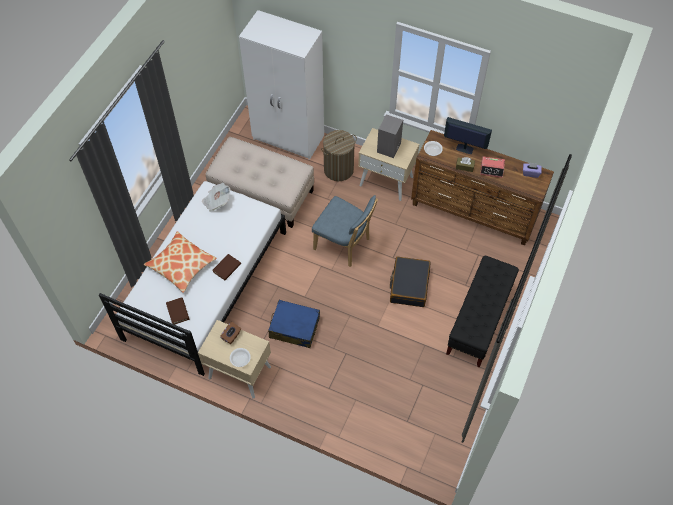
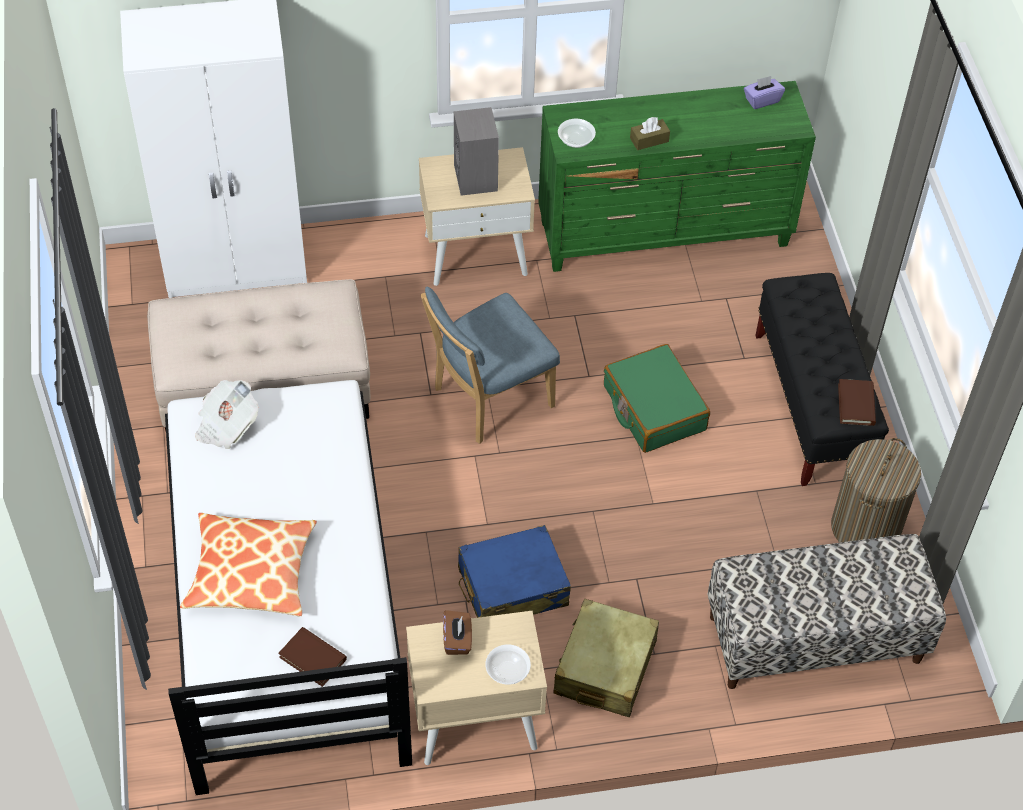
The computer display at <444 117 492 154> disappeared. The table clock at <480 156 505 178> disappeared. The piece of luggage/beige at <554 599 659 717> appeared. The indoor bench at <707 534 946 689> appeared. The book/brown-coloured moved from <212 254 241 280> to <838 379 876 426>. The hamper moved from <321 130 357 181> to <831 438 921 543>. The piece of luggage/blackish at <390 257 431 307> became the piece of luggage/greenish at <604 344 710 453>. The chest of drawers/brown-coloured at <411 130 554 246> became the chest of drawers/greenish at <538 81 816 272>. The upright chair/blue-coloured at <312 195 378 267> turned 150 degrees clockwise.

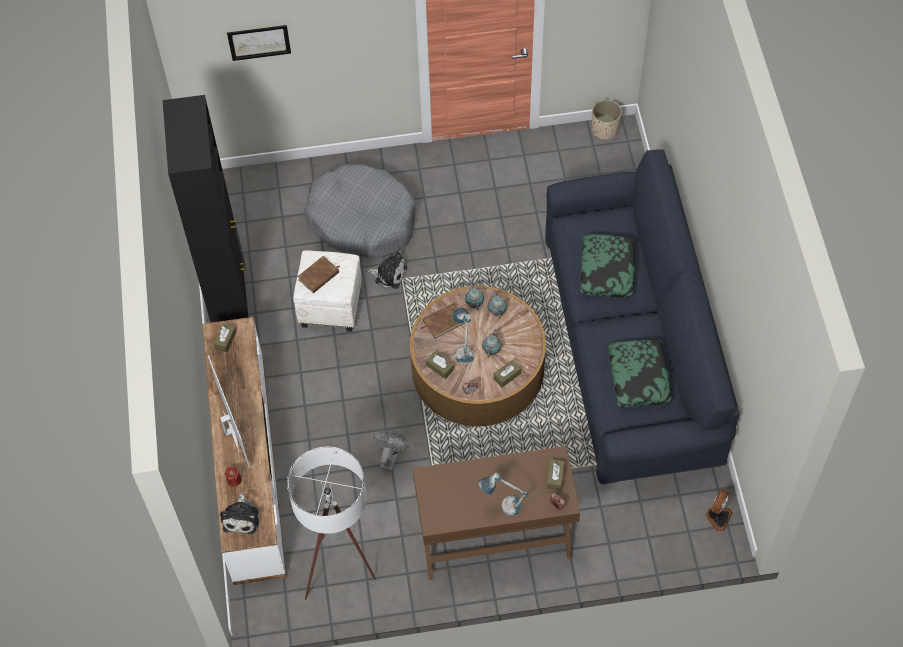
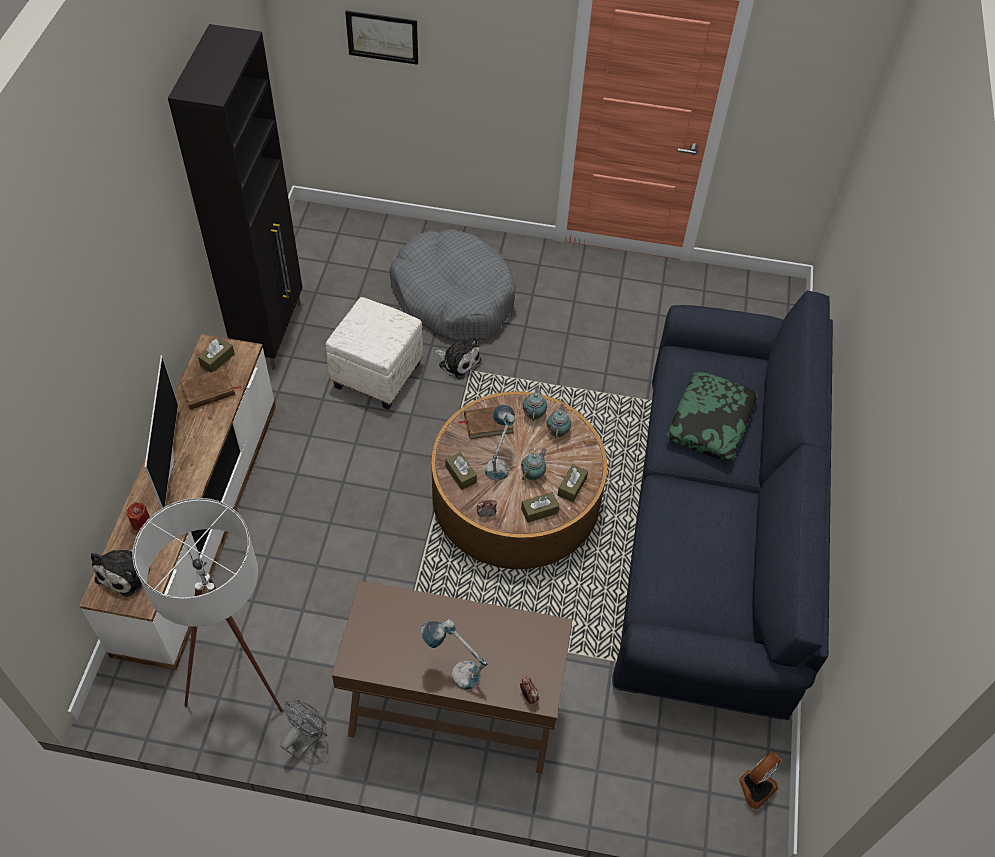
The plant pot/beige at <592 100 622 140> disappeared. The cushion at <608 339 672 407> disappeared. The book/brown-coloured moved from <298 256 340 293> to <180 368 241 410>. The cooling fan/greyish moved from <373 430 409 472> to <280 700 327 760>. The tissue box/brown-coloured moved from <547 459 565 490> to <558 464 588 502>.

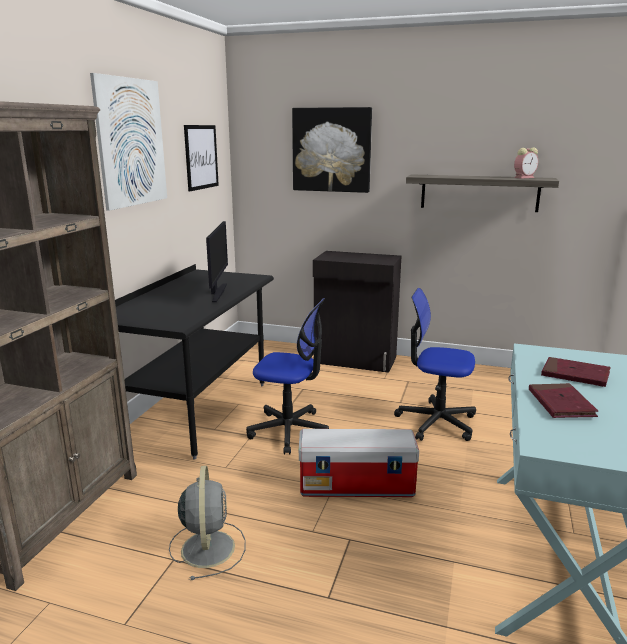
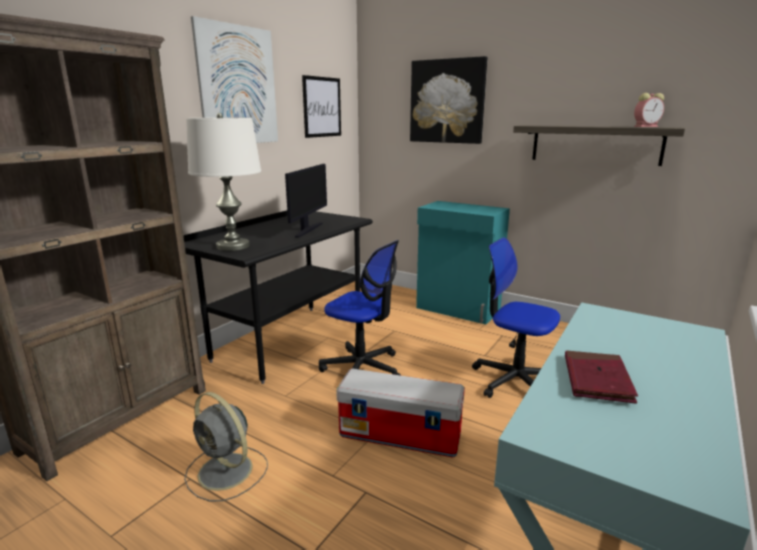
The book/red-coloured at <541 357 611 387> disappeared. The lamp for a table/white-coloured at <186 113 261 251> appeared. The storage cabinet/blackish at <313 251 401 373> became the storage cabinet/turquoise-coloured at <416 201 510 325>. The cooling fan/greyish at <169 466 245 580> turned 120 degrees clockwise.

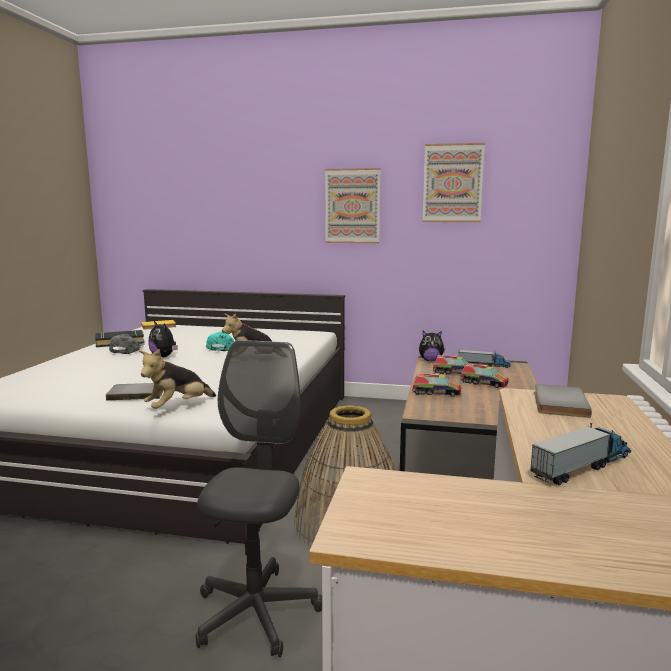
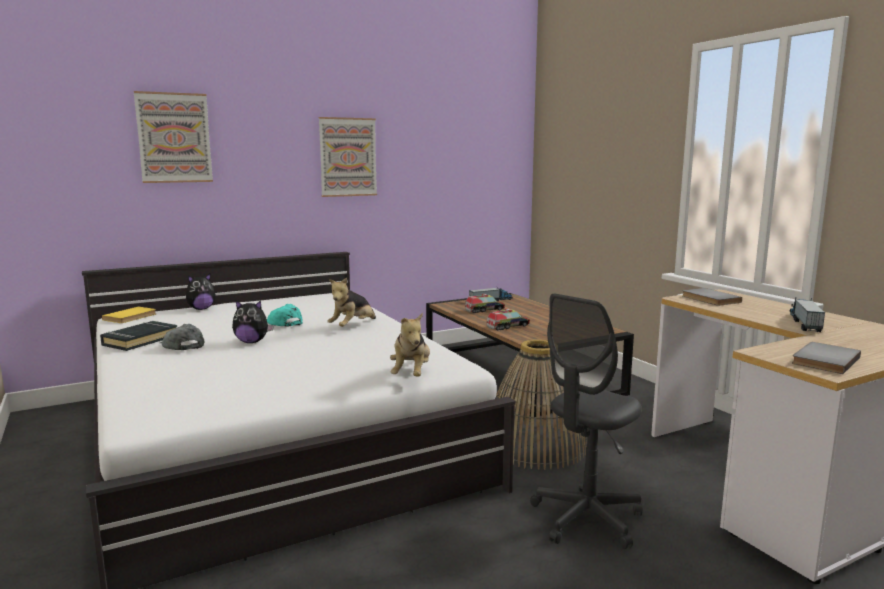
The model truck at <461 364 509 388> disappeared. The book/greyish moved from <106 383 164 400> to <792 342 861 374>. The plush toy moved from <419 331 445 361> to <186 274 216 310>. The wall picture moved from <422 143 485 222> to <134 91 213 183>. The desk chair/greyish at <196 340 322 657> turned 105 degrees counterclockwise.

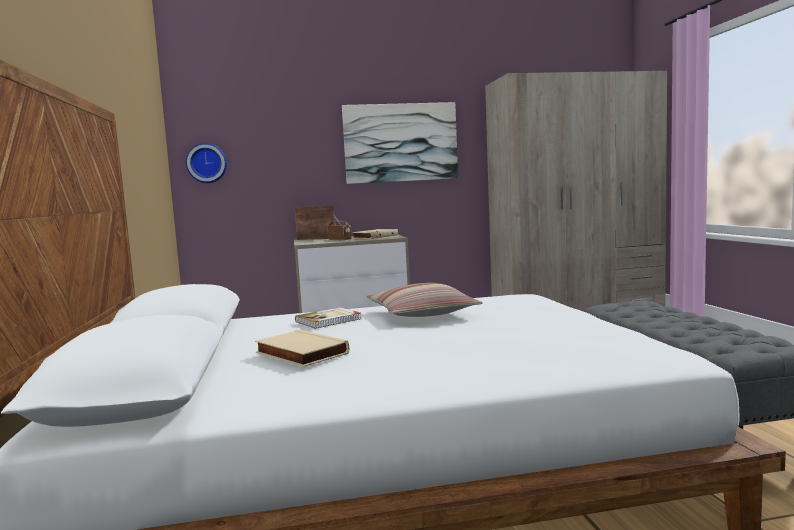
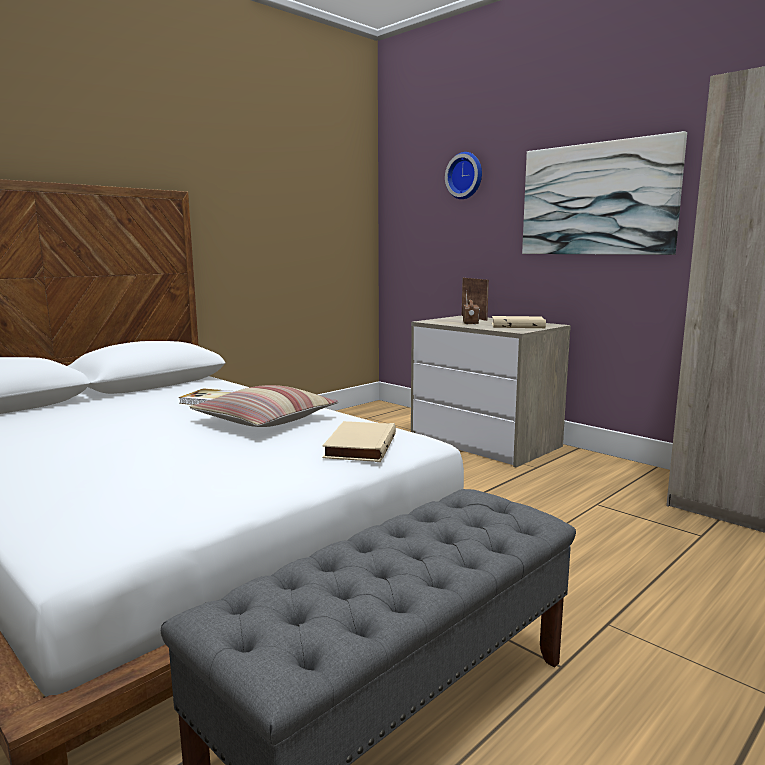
The clock on the wall moved from <186 143 227 183> to <445 152 482 199>. The book/beige moved from <255 329 349 367> to <322 421 396 462>.

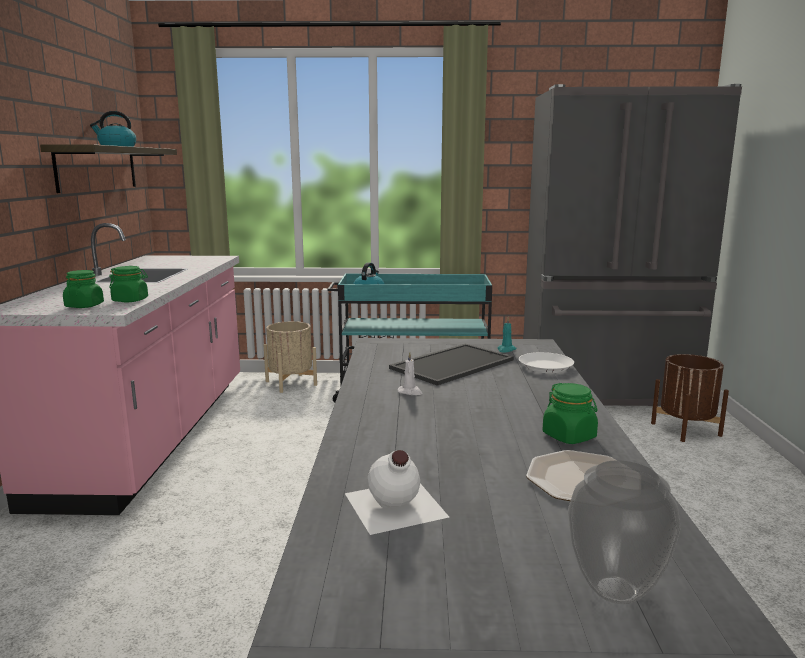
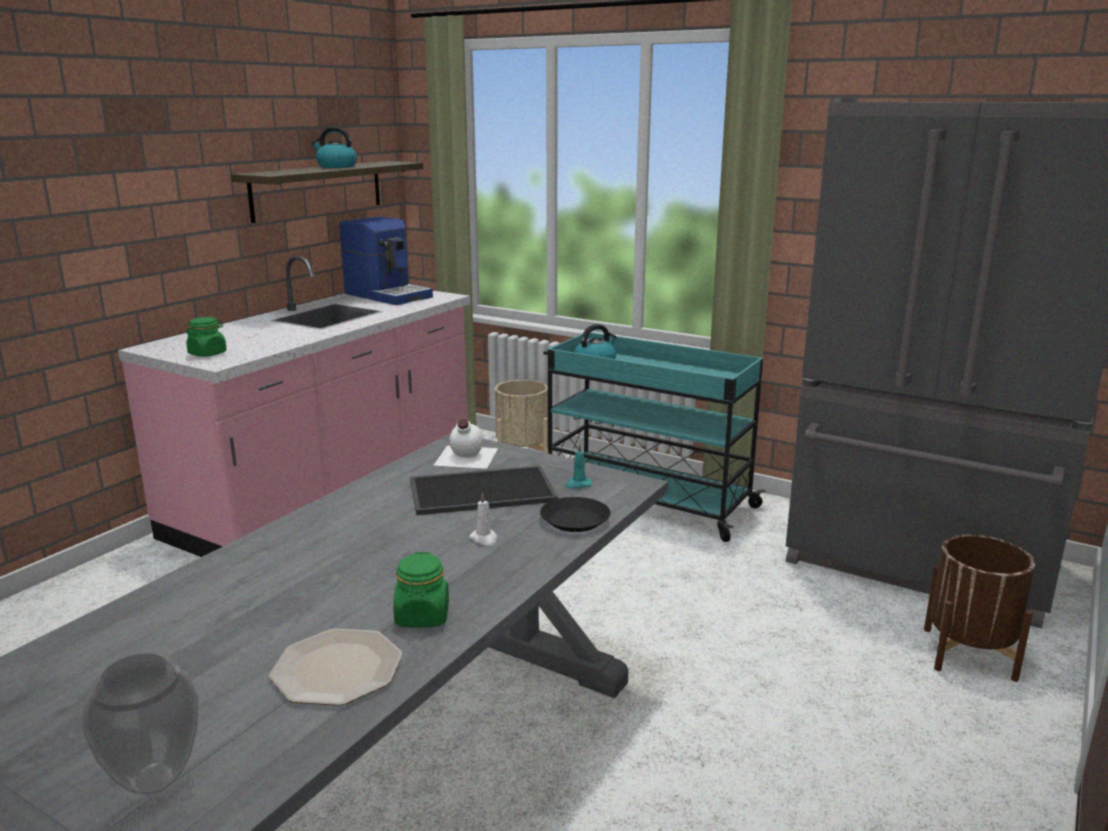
The preserve jar/greenish at <109 266 148 302> disappeared. The coffee maker at <339 217 433 305> appeared. The beverage bottle/white-coloured moved from <345 450 449 535> to <433 419 498 469>. The wax candle/white-coloured moved from <398 352 423 395> to <469 492 497 546>. The plate/white-coloured at <519 352 574 373> became the plate/blackish at <540 497 611 532>.

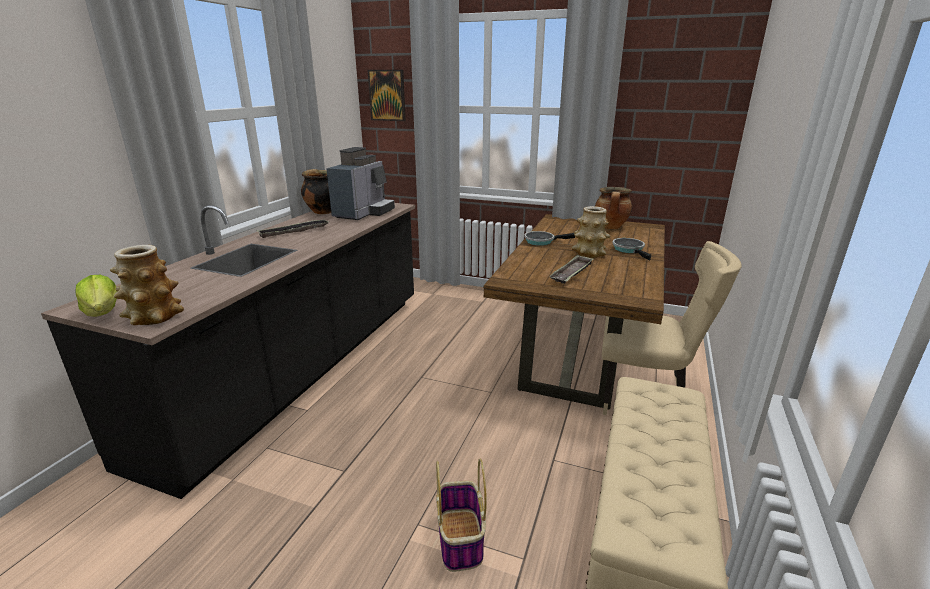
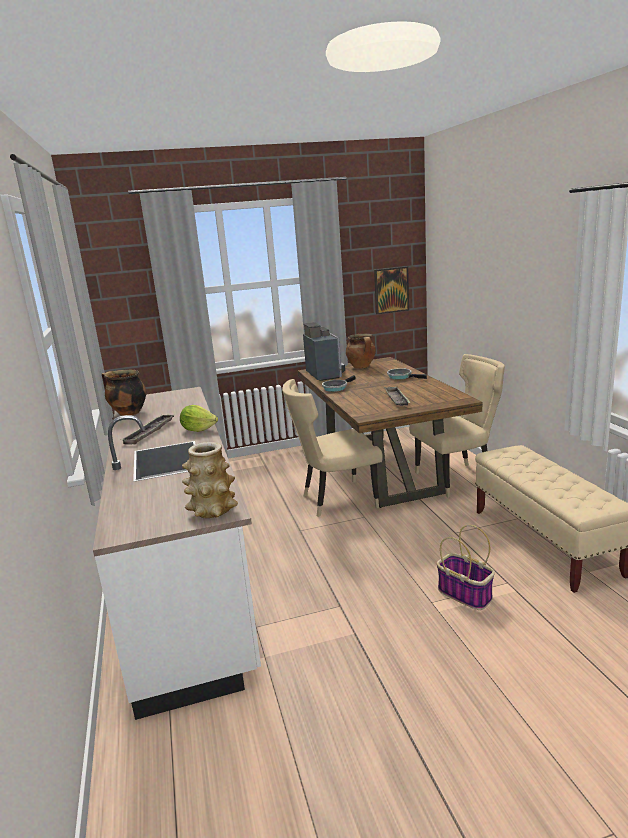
The decorative vase at <572 206 611 258> disappeared. The upright chair/beige at <282 379 383 517> appeared. The lettuce head moved from <75 275 117 317> to <180 405 218 432>. The coffee maker moved from <326 147 395 220> to <303 322 345 381>. The wall picture moved from <367 70 406 121> to <374 266 409 314>. The kitchen base unit/blackish at <41 203 415 499> became the kitchen base unit/white-coloured at <93 387 261 720>.

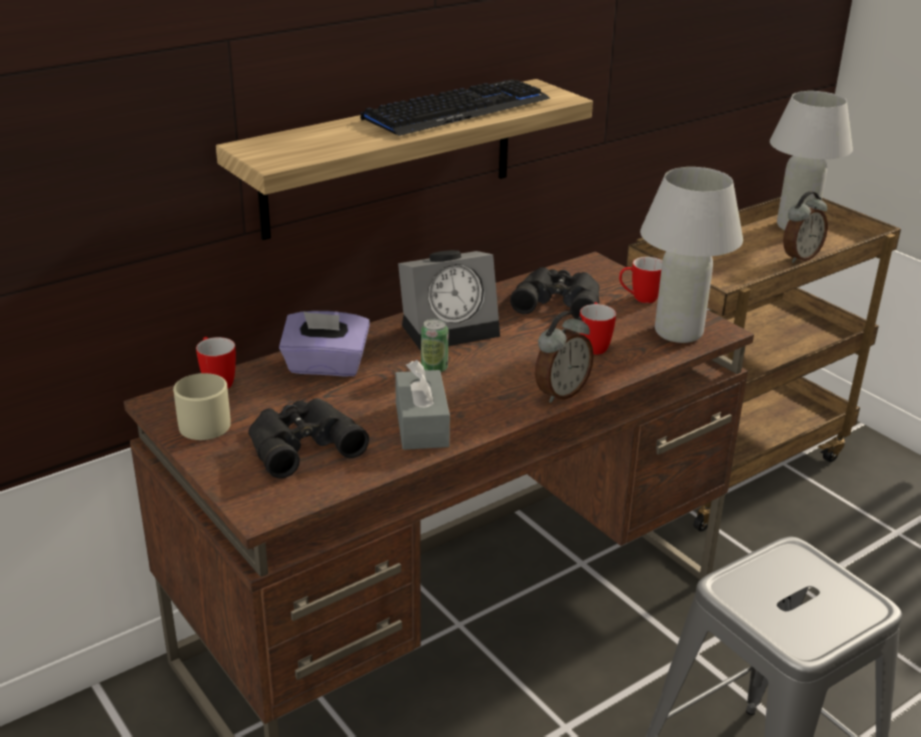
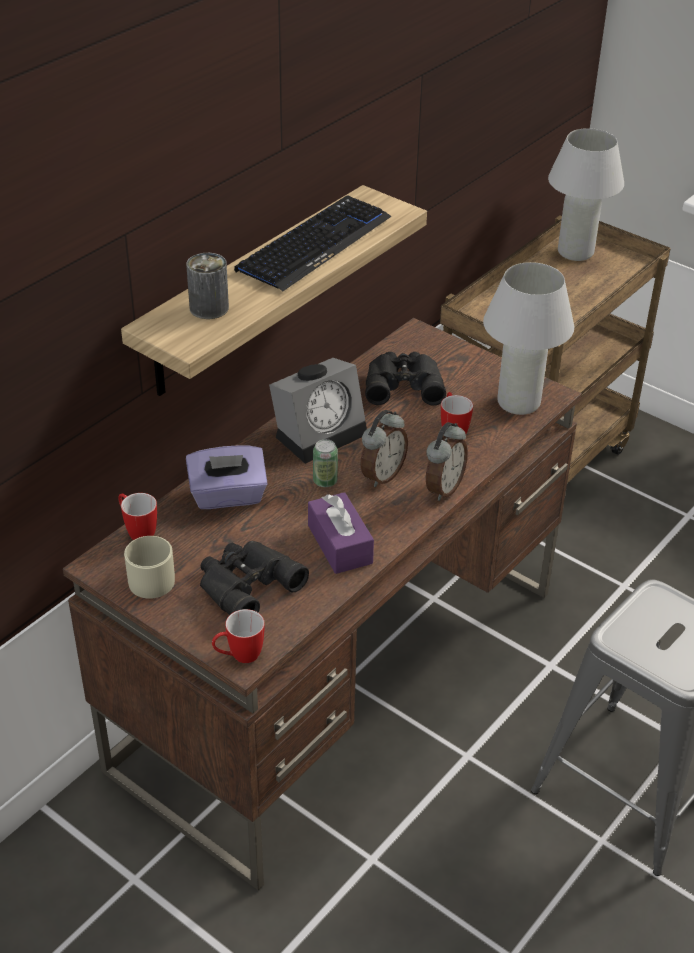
The metal can at <186 253 229 319> appeared. The tea mug moved from <619 257 663 303> to <212 609 265 663>. The table clock moved from <783 191 828 263> to <361 410 408 487>. The tissue box/greyish at <395 360 450 450> became the tissue box/purple-coloured at <308 492 374 574>.

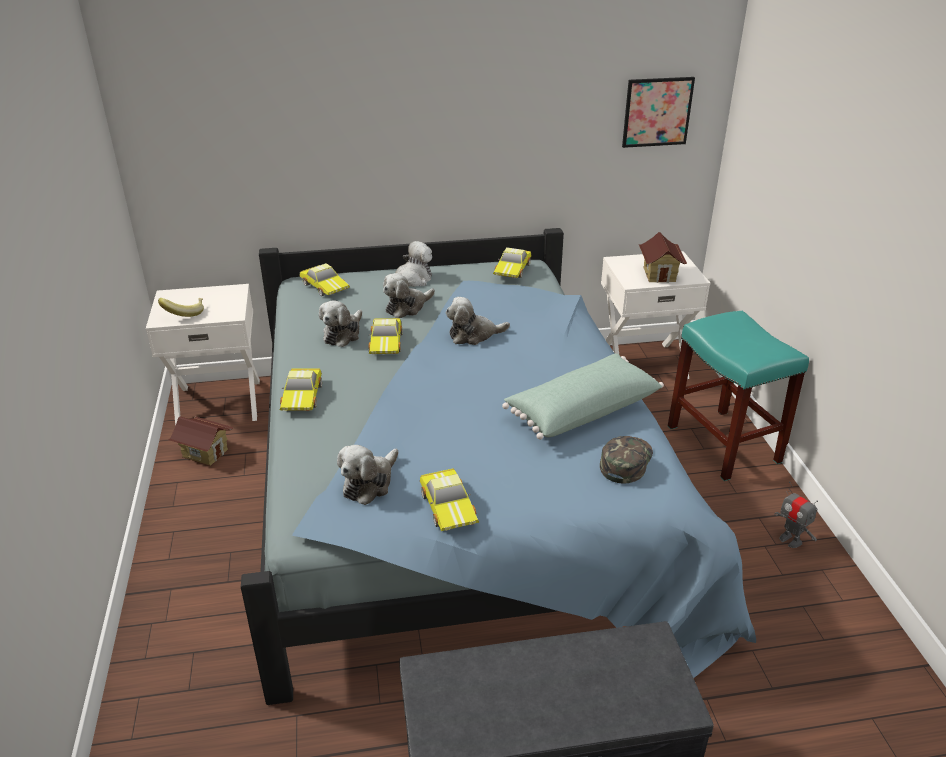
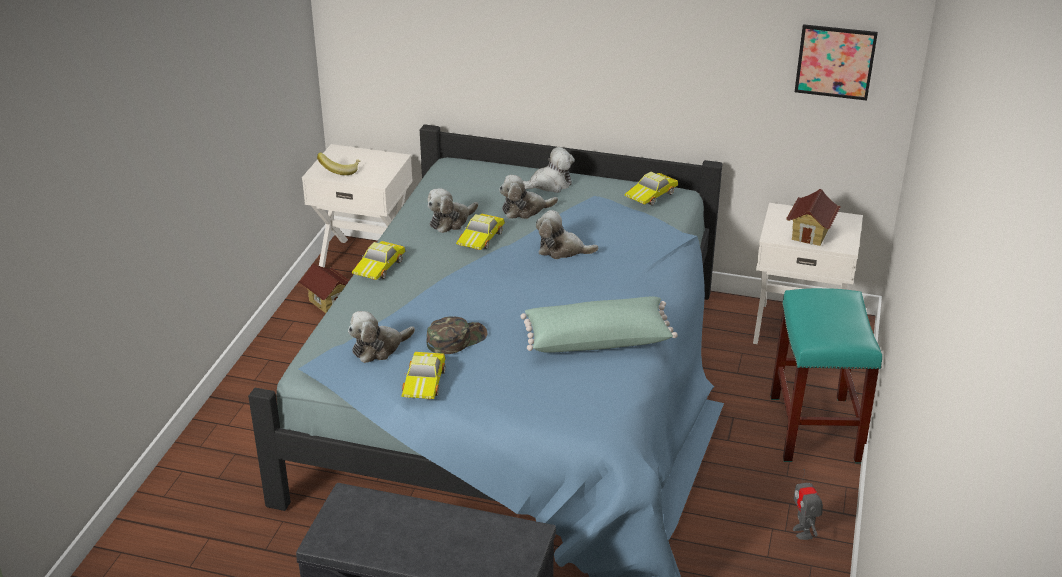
The model car at <300 263 350 296> disappeared. The baseball cap/greenish moved from <600 436 653 483> to <426 317 488 354>.

